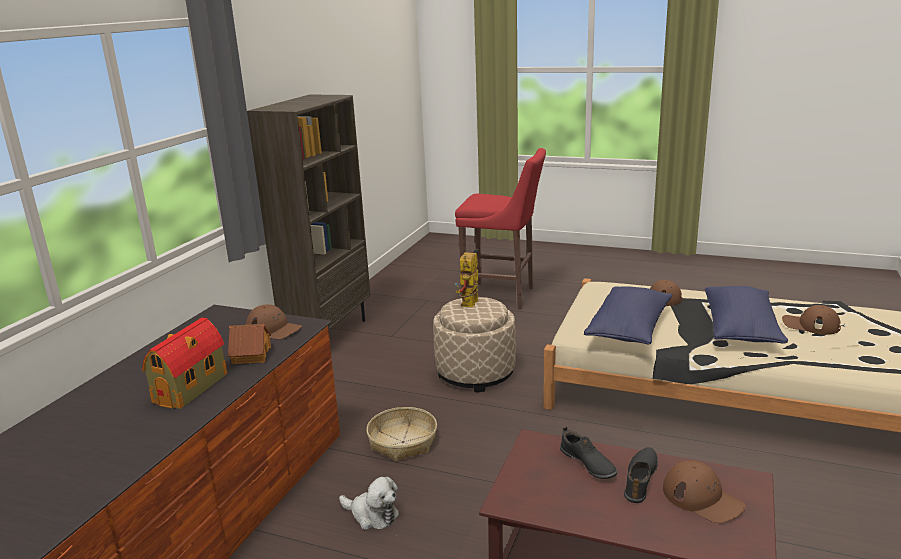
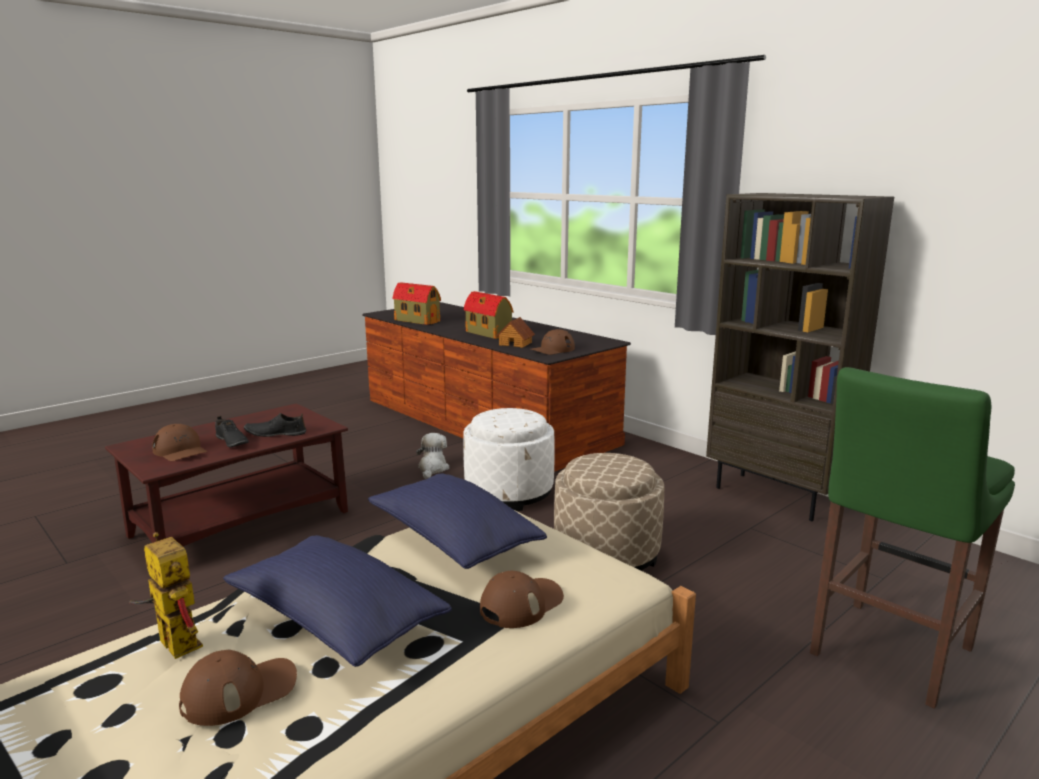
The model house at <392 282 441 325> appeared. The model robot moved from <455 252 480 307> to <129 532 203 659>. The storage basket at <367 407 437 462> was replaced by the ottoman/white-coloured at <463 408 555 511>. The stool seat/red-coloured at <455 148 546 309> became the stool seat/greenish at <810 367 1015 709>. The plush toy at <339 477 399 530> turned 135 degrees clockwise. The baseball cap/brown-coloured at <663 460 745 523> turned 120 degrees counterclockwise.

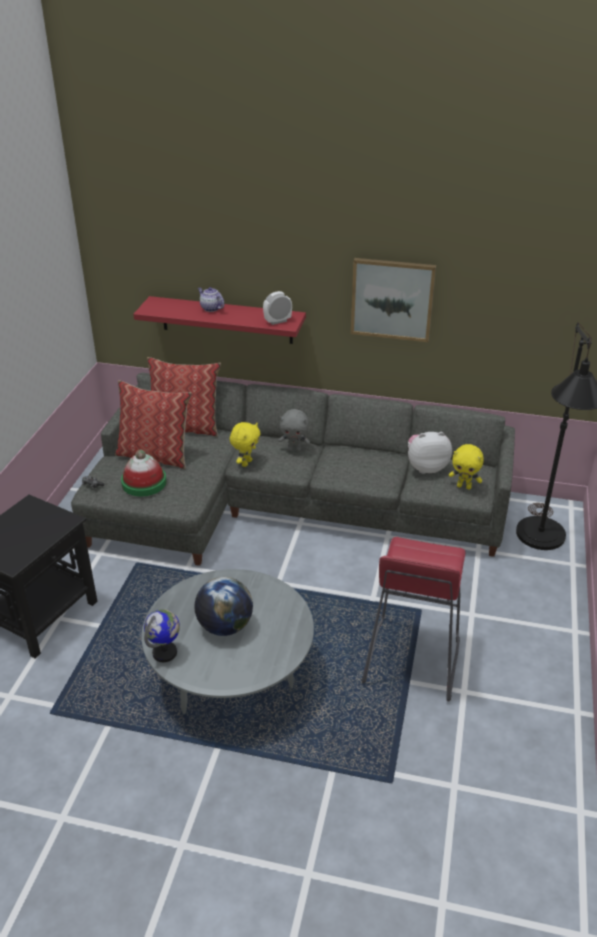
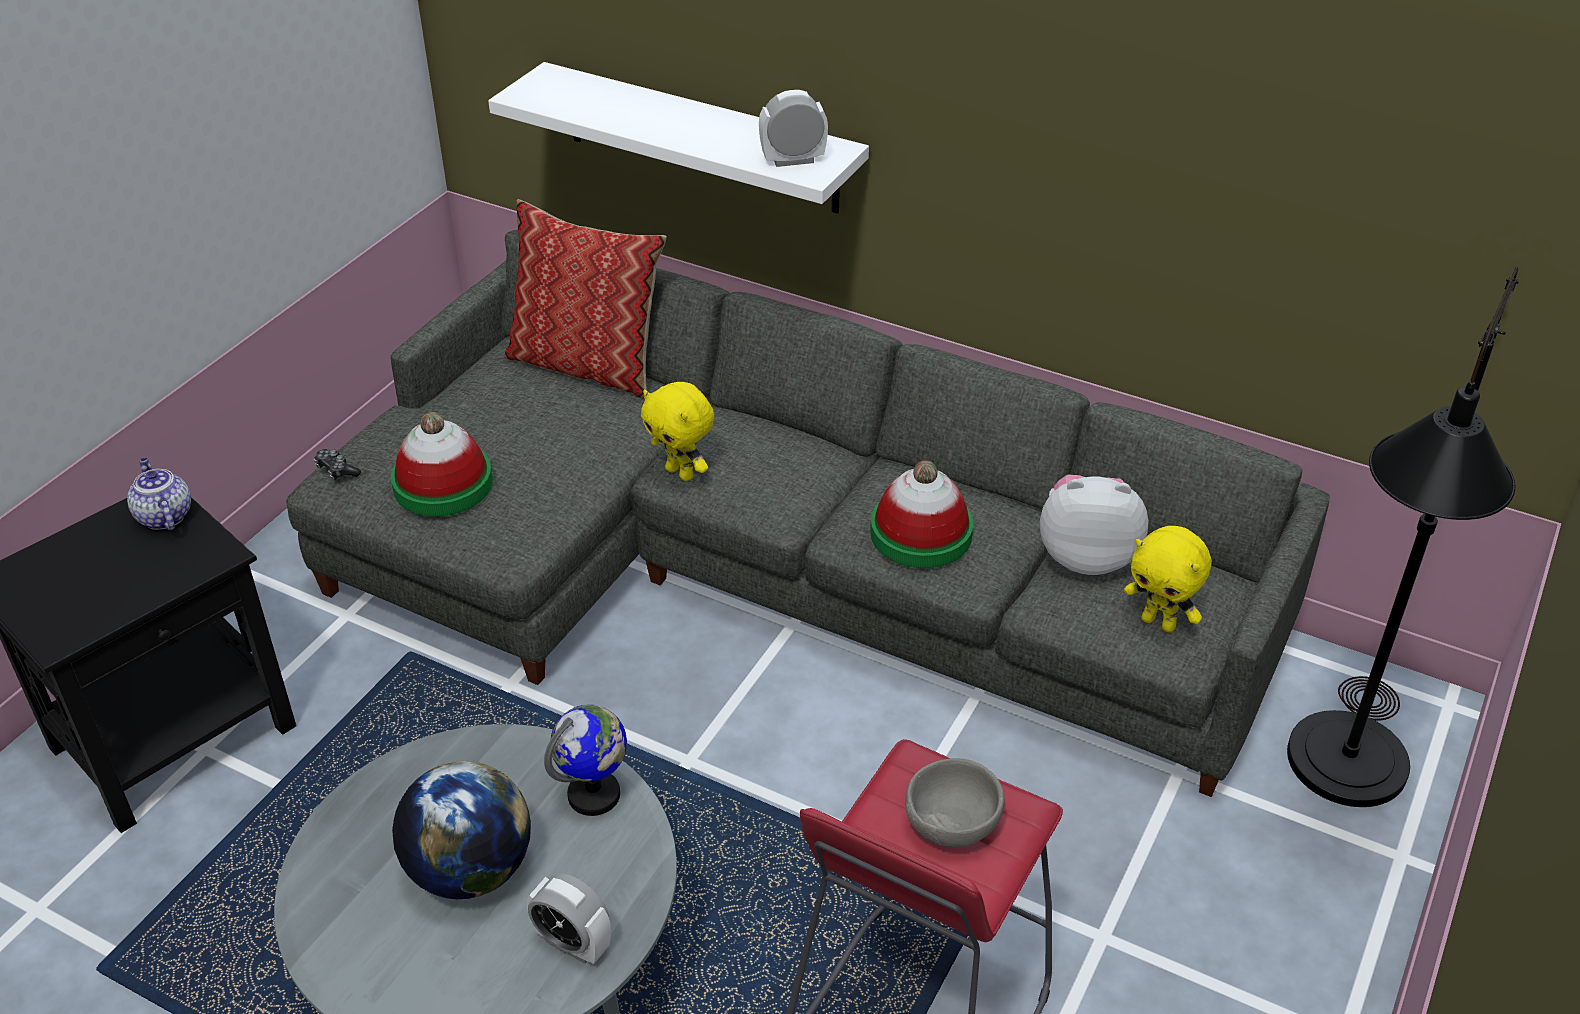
The cushion at <115 380 192 469> disappeared. The plush toy/greyish at <279 409 310 452> disappeared. The wall picture at <351 258 436 342> disappeared. The table clock at <527 873 611 964> appeared. The clothing hat at <870 461 973 568> appeared. The deep dish/greyish at <905 758 1005 847> appeared. The world globe moved from <144 609 180 662> to <544 705 627 816>. The pot for tea moved from <198 287 224 312> to <127 458 191 530>. The bracket shelf/red-coloured at <133 296 306 344> became the bracket shelf/white-coloured at <488 62 869 214>. The plush toy/yellow-coloured at <230 422 260 467> turned 90 degrees clockwise.

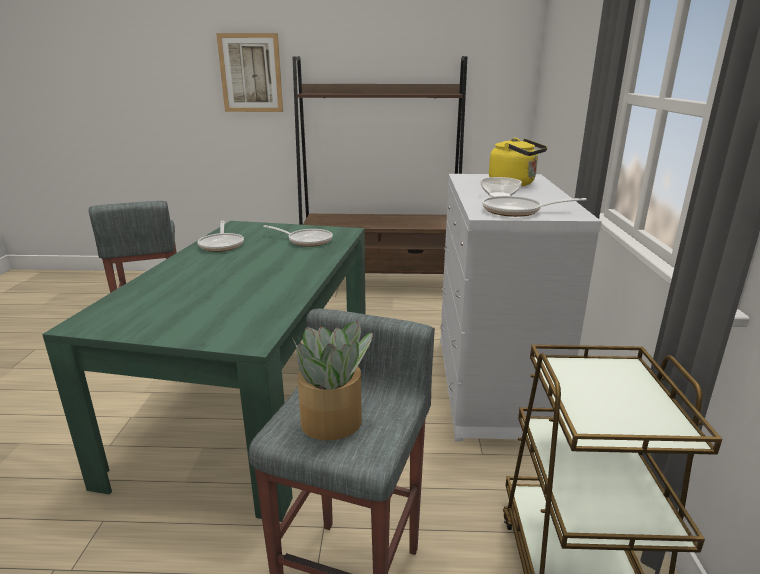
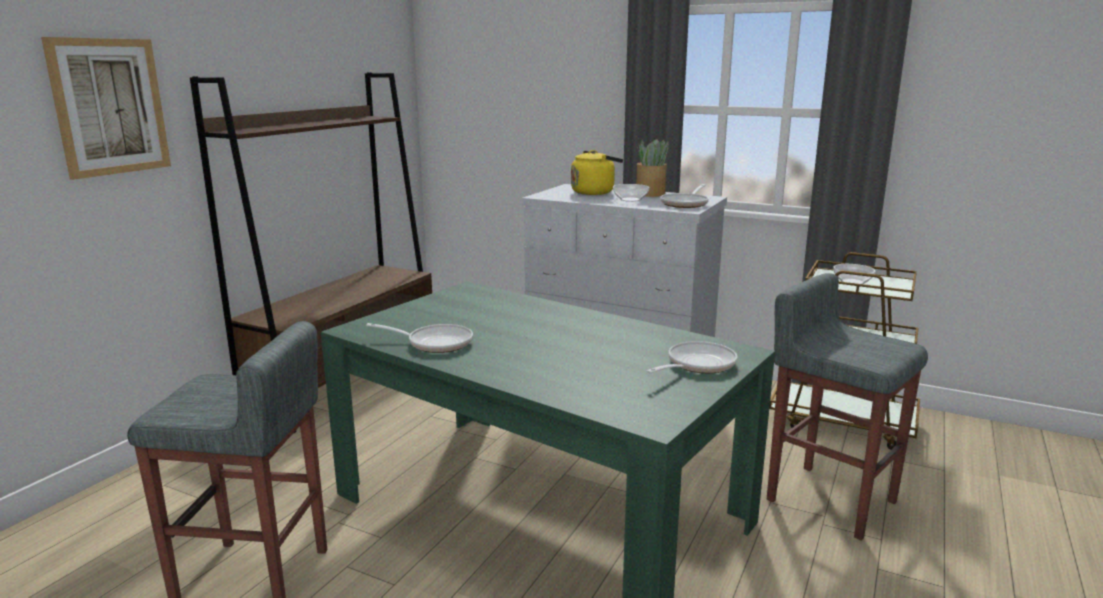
The deep dish at <834 264 875 284> appeared. The skillet moved from <263 225 333 247> to <646 341 738 374>. The potted plant moved from <293 321 373 440> to <636 139 668 197>.

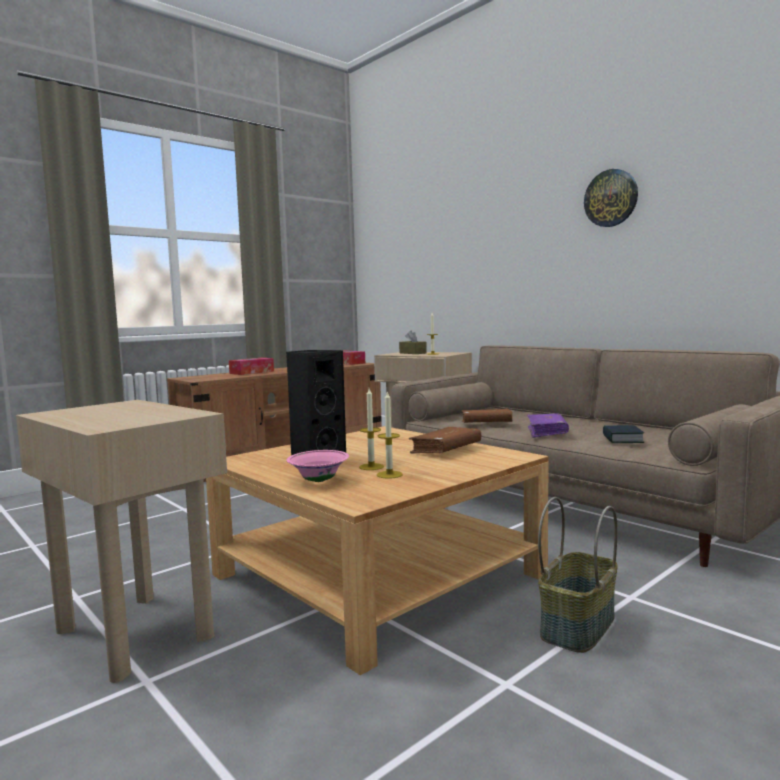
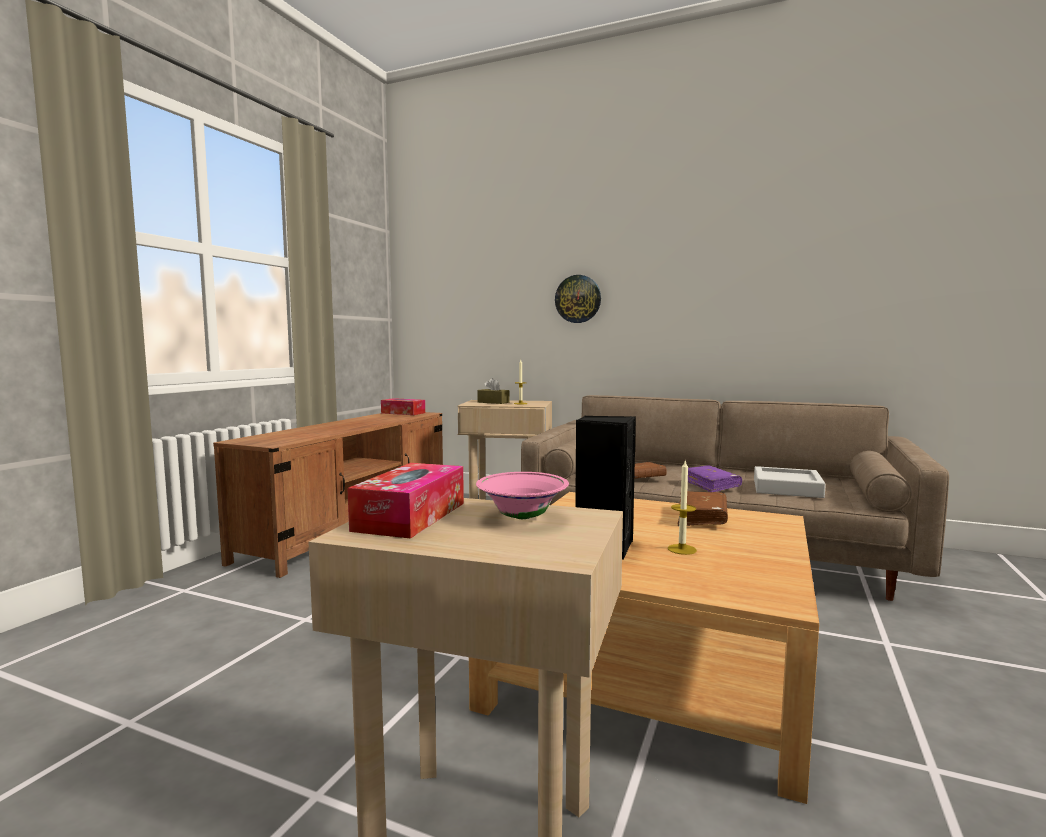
The wax candle at <377 391 403 479> disappeared. The storage basket at <538 497 618 653> disappeared. The tissue box moved from <229 358 274 375> to <347 463 464 539>. The deep dish/pinkish moved from <286 450 349 482> to <476 472 569 519>. The clock on the wall moved from <584 169 638 227> to <555 275 601 323>. The book at <603 425 644 443> was replaced by the carrying tray/greyish at <754 466 826 498>.

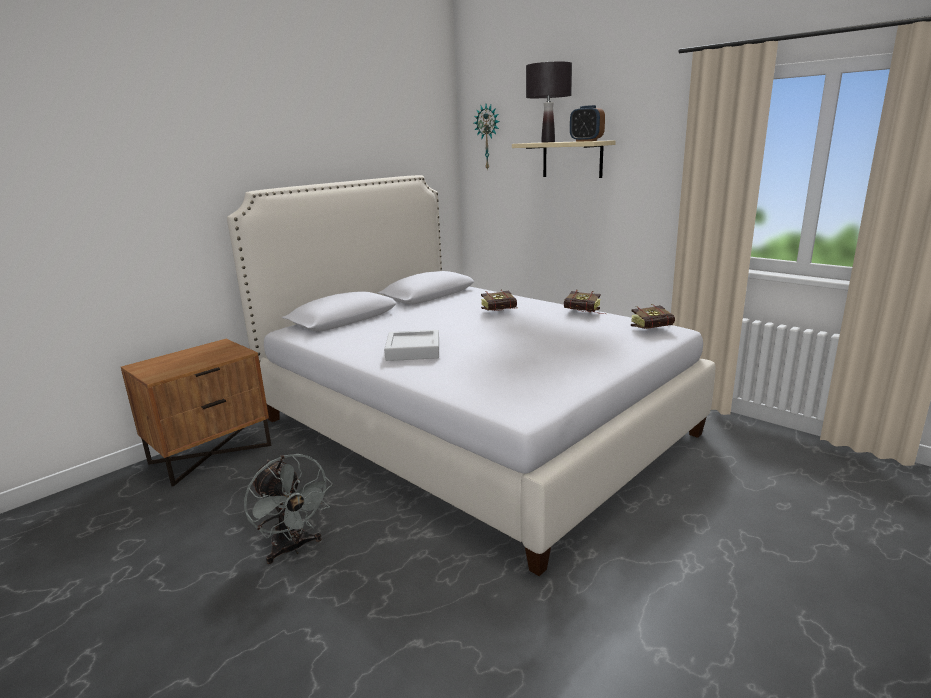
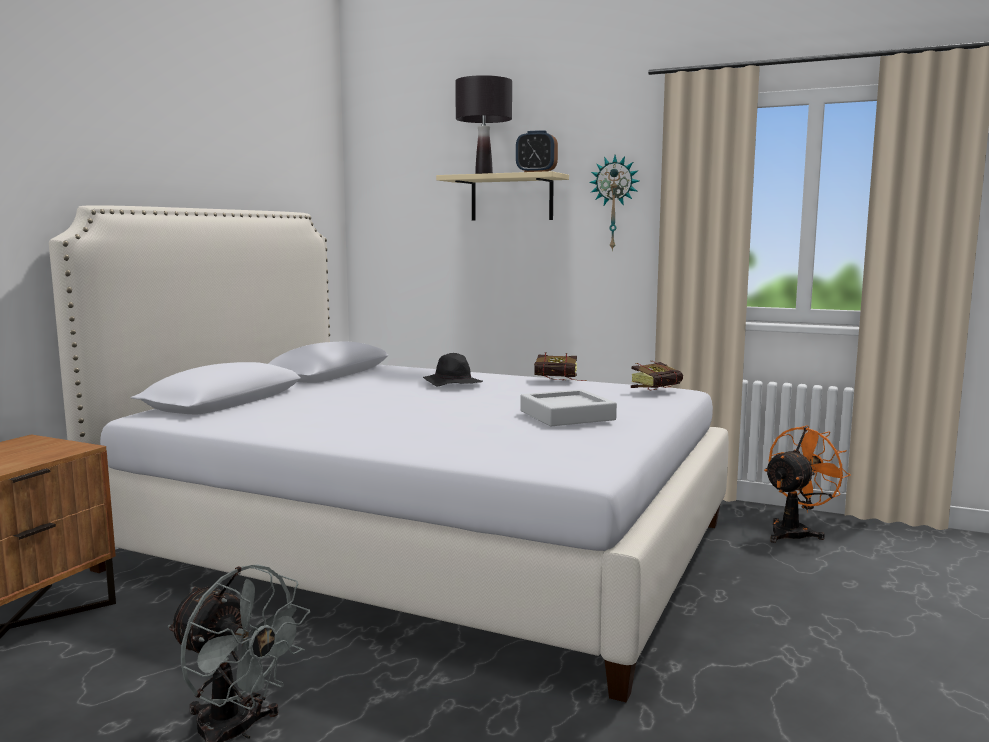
The cooling fan/orange at <764 425 851 543> appeared. The carrying tray/greyish moved from <384 330 439 361> to <520 389 617 426>. The clock on the wall moved from <474 104 500 171> to <589 155 639 251>. The book at <481 290 518 311> was replaced by the clothing hat/blackish at <423 353 483 386>.

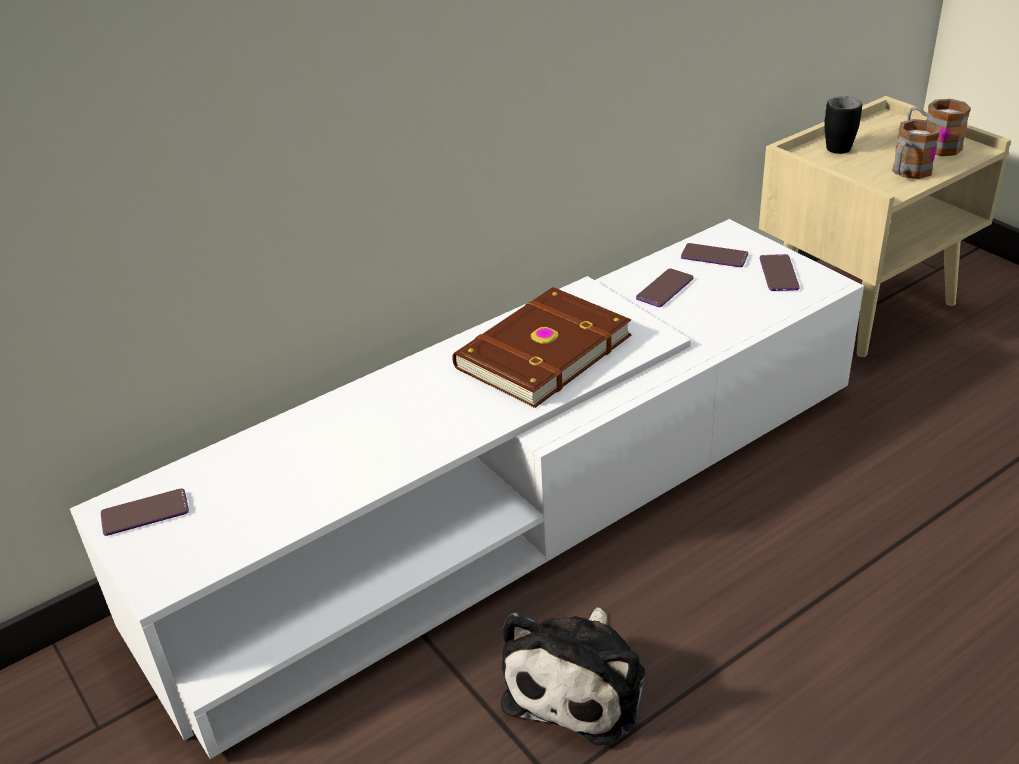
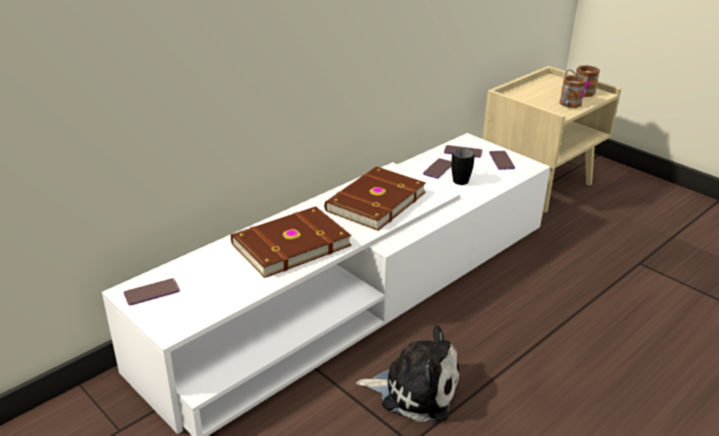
The book/brown-coloured at <231 206 351 278> appeared. The tea mug/blackish moved from <824 96 862 154> to <451 148 475 185>. The plush toy at <501 607 645 746> turned 90 degrees counterclockwise.

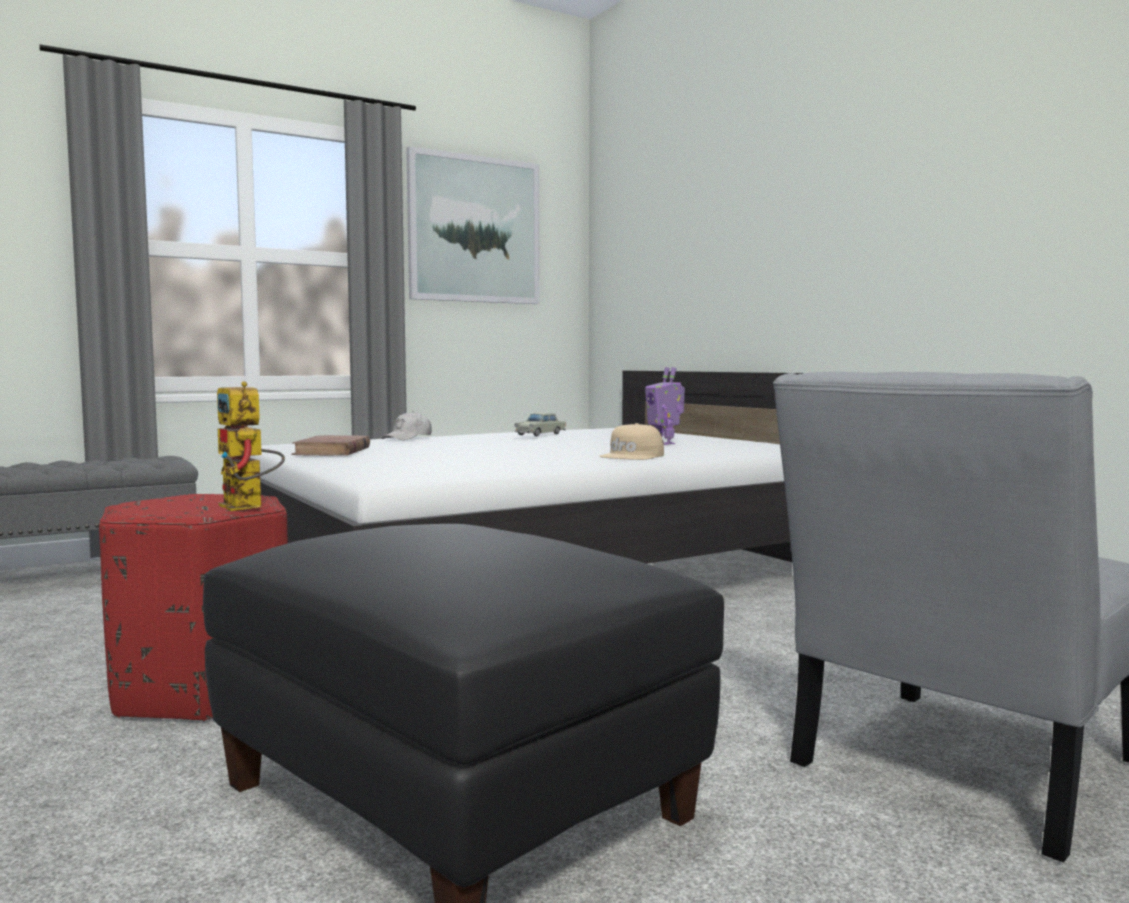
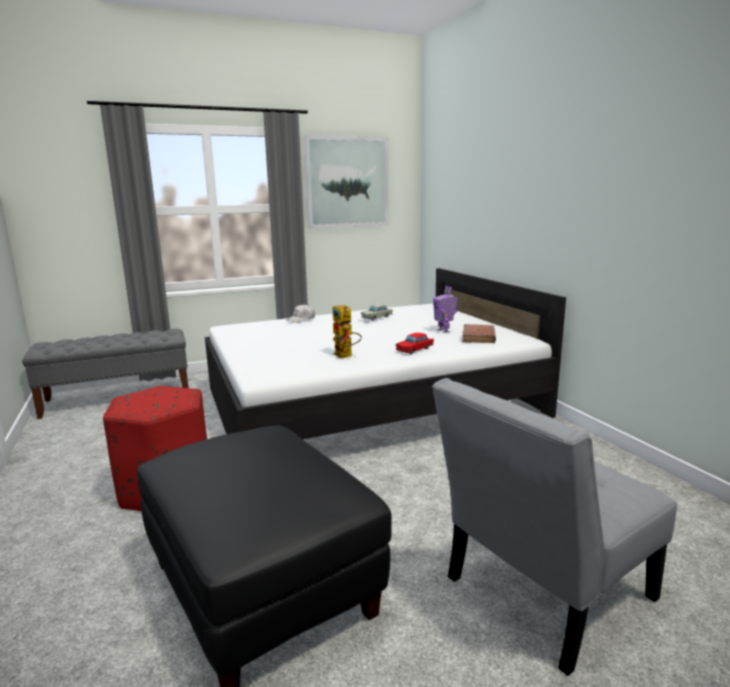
The model robot moved from <217 381 285 511> to <333 305 362 359>. The book/brown-coloured moved from <291 435 370 456> to <462 324 496 343>. The baseball cap/beige at <599 423 664 460> was replaced by the model car/red-coloured at <396 333 434 354>.

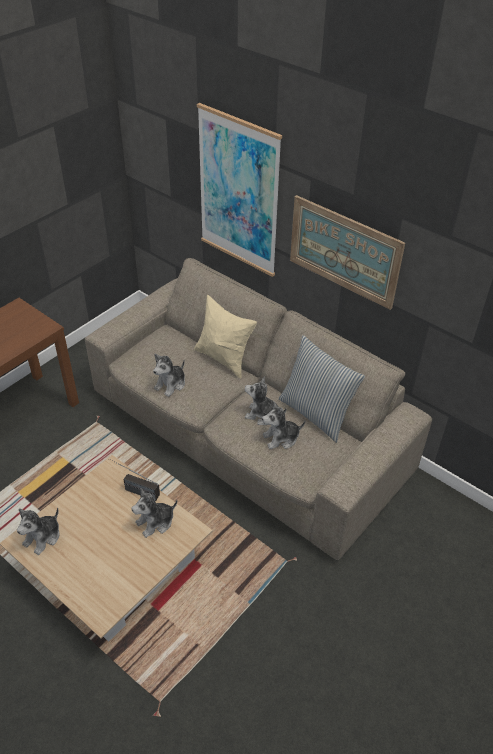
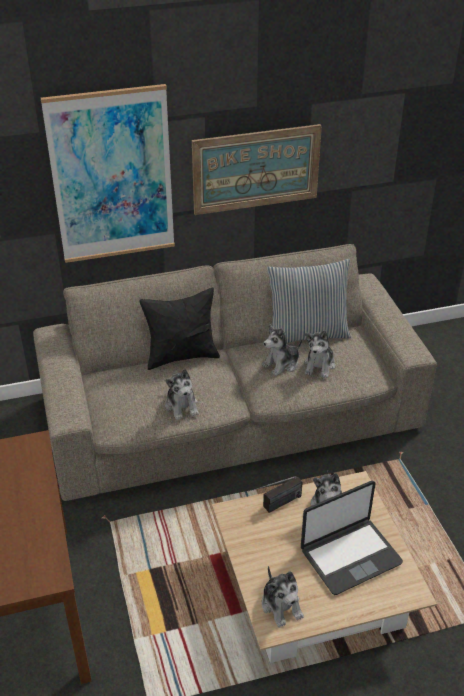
The portable computer at <301 481 403 595> appeared. The cushion/beige at <194 295 257 379> became the cushion/blackish at <140 288 220 370>.

